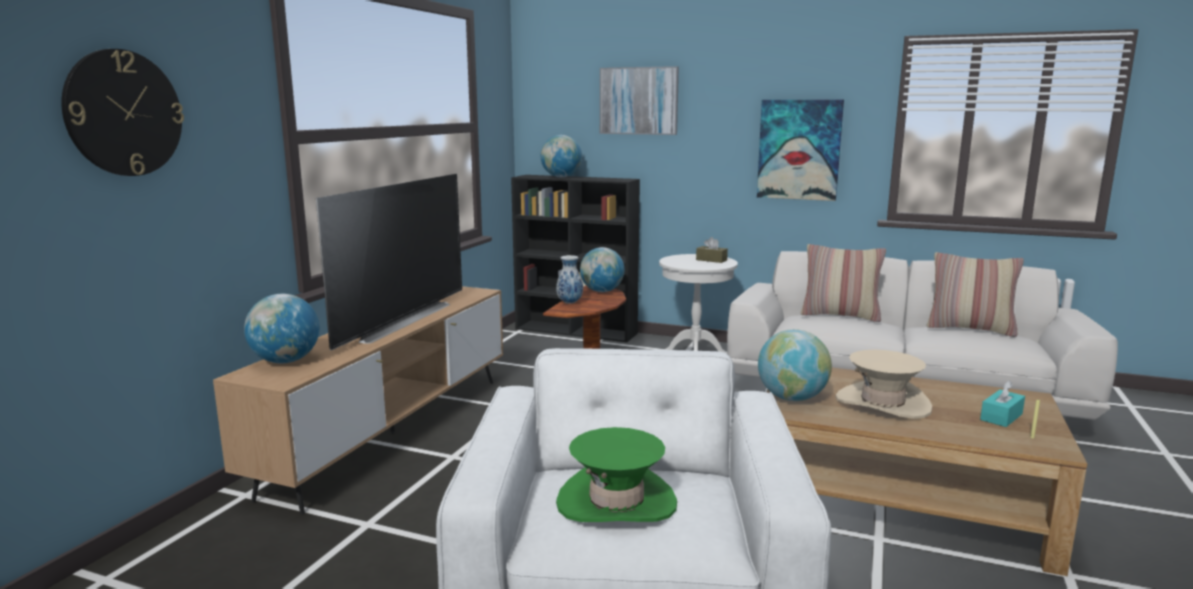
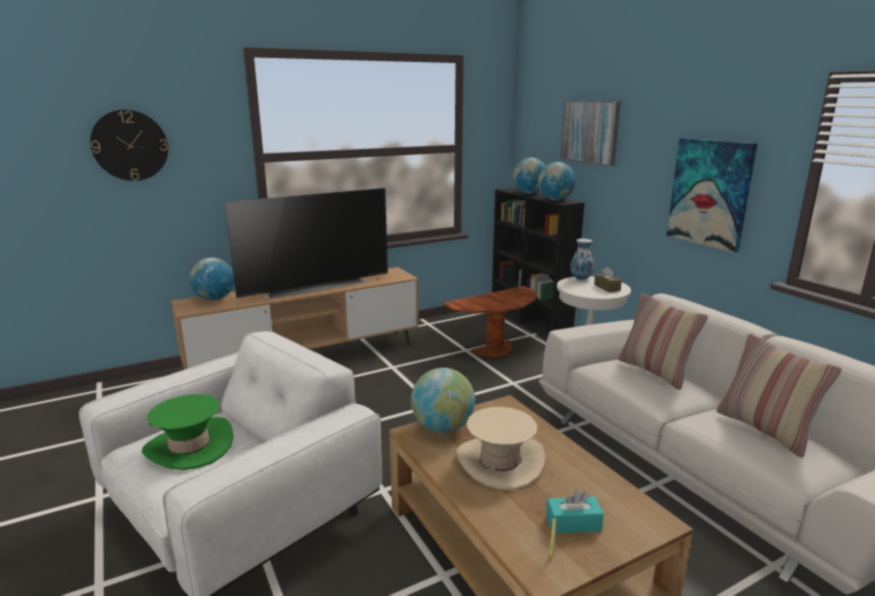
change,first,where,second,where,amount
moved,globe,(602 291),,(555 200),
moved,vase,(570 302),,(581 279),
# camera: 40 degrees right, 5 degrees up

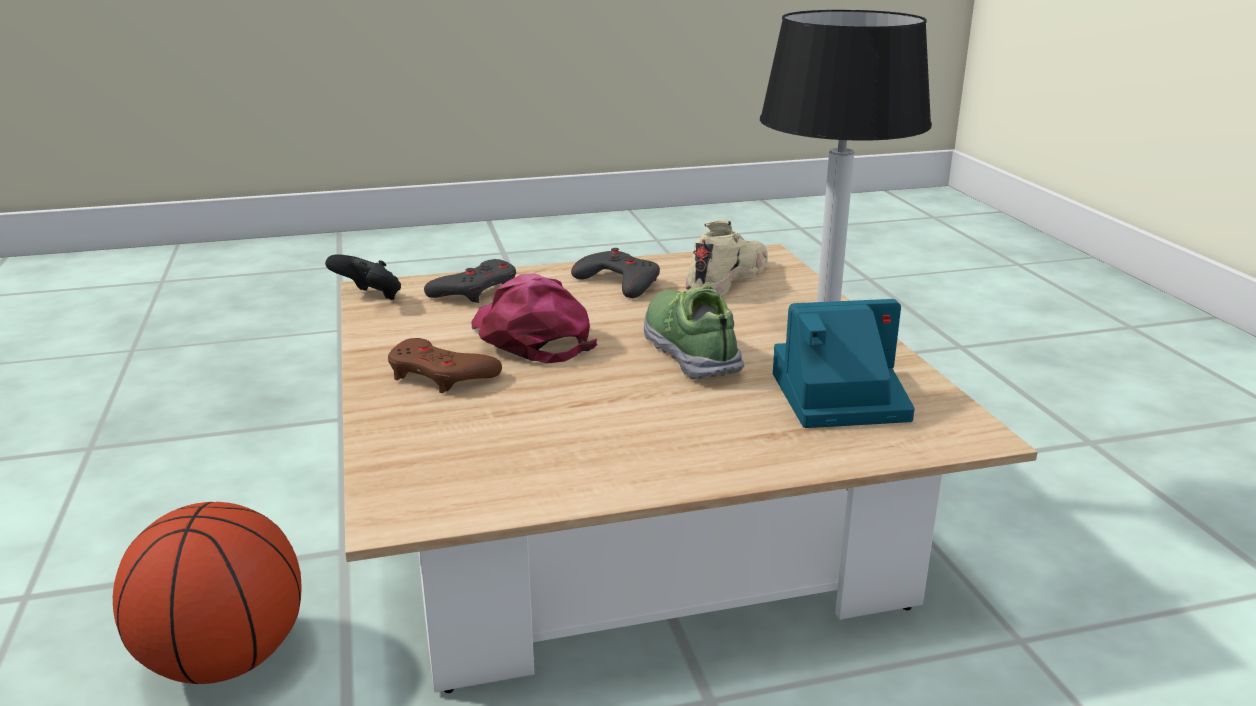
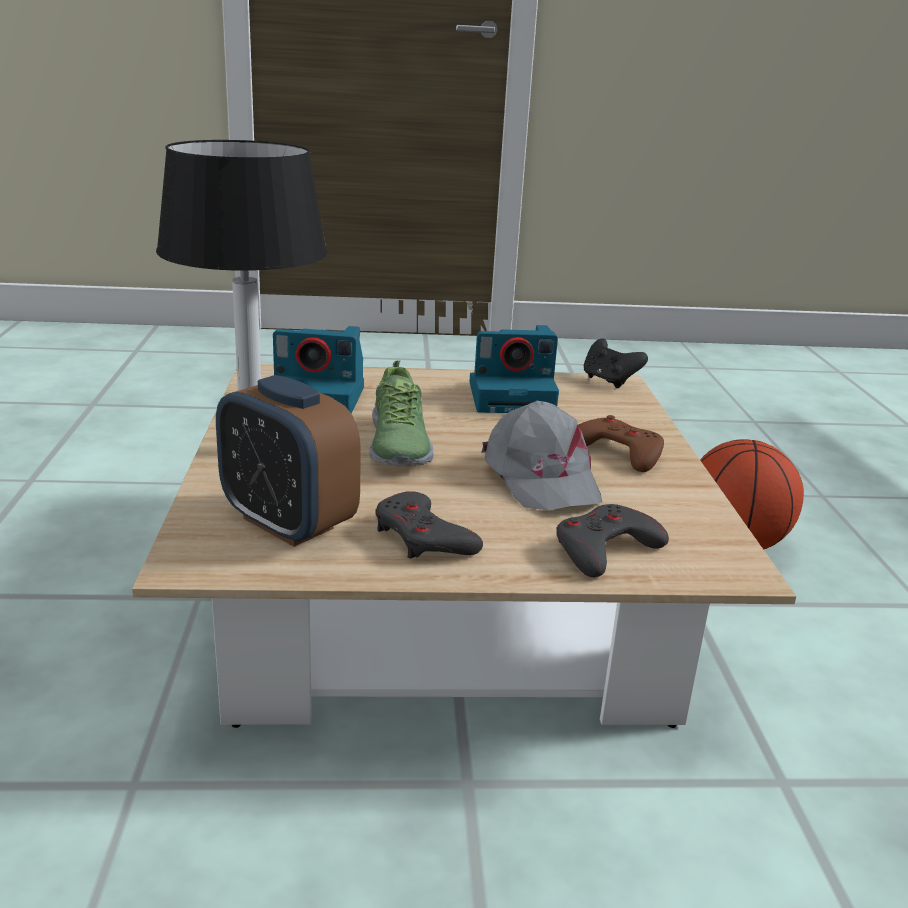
change,first,where,second,where,amount
replaced,shoe (beige),(726 279),alarm clock,(288 523),
moved,game controller (black),(369 298),,(609 381),
recoloured,cap (pink),(531 336),cap (grey),(540 477),
added,,,photo camera,(513 397),
# camera: 170 degrees left, 0 degrees up

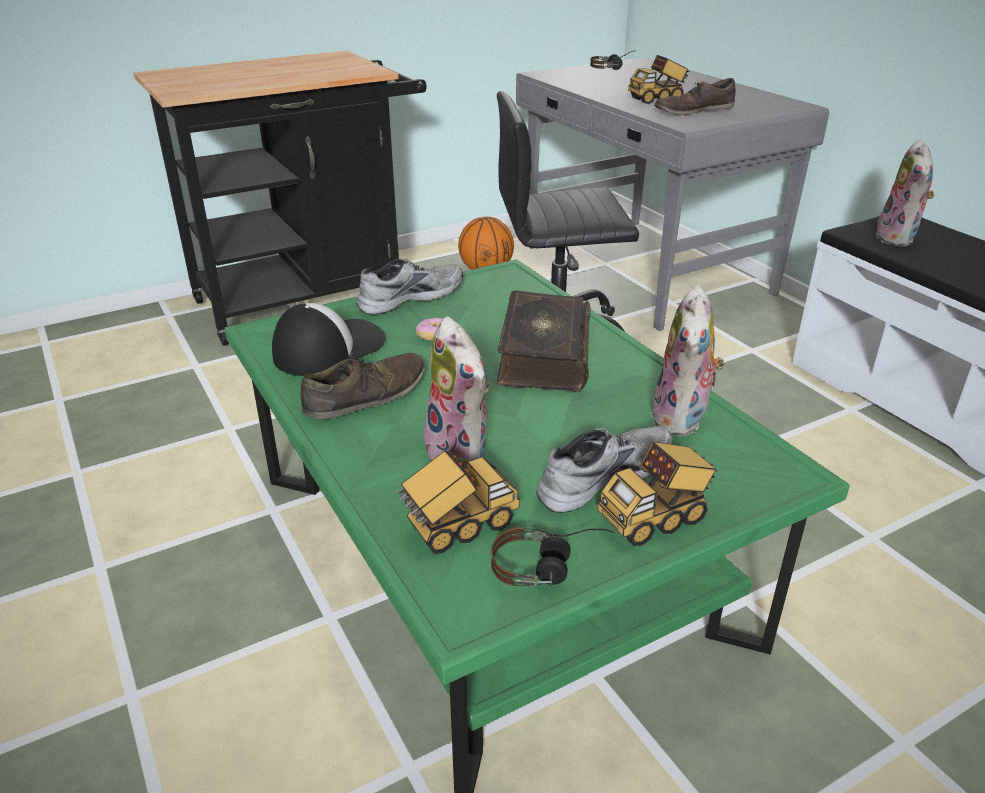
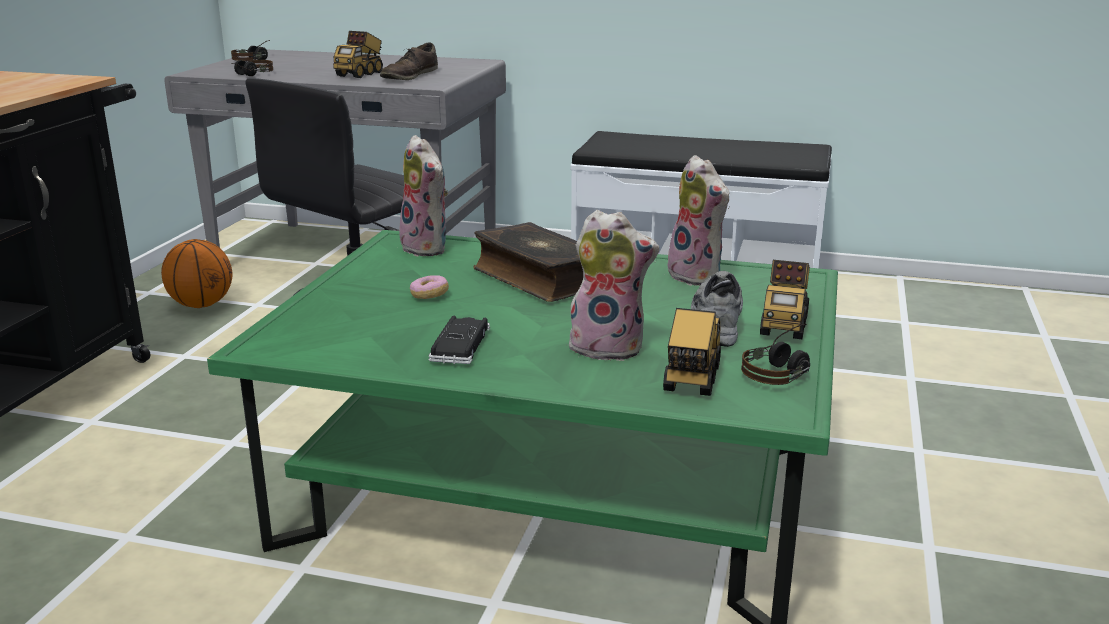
change,first,where,second,where,amount
moved,plush toy,(898 238),,(428 248),
removed,shoe (grey),(409 296),,,
removed,cap,(328 348),,,
replaced,shoe (brown),(366 395),toy car (black),(460 347),
added,,,headphones,(249 75),
# camera: 45 degrees left, 10 degrees down

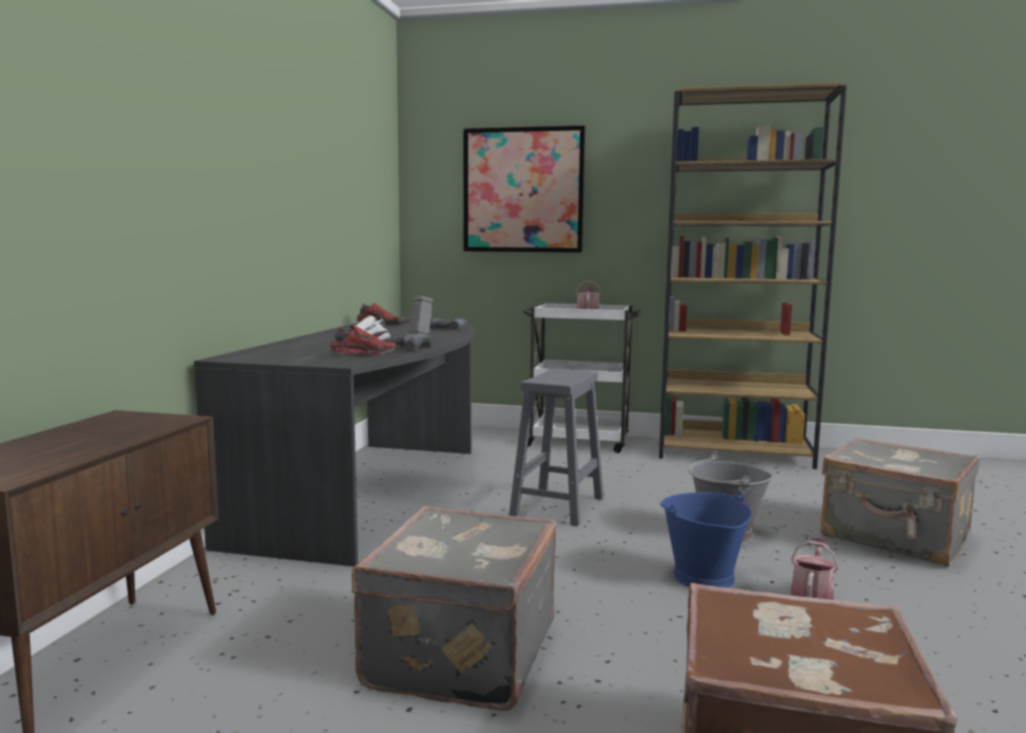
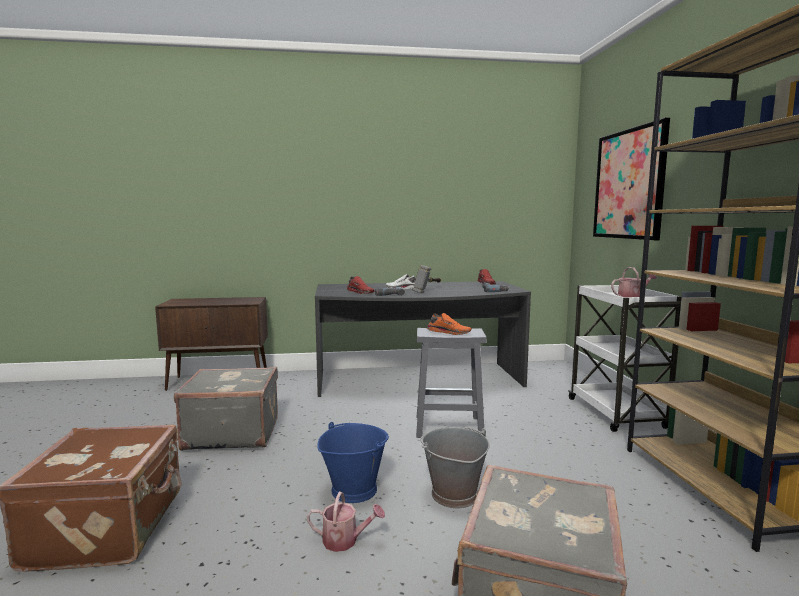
change,first,where,second,where,amount
added,,,shoe (orange),(449 332),
# camera: 70 degrees right, 0 degrees up

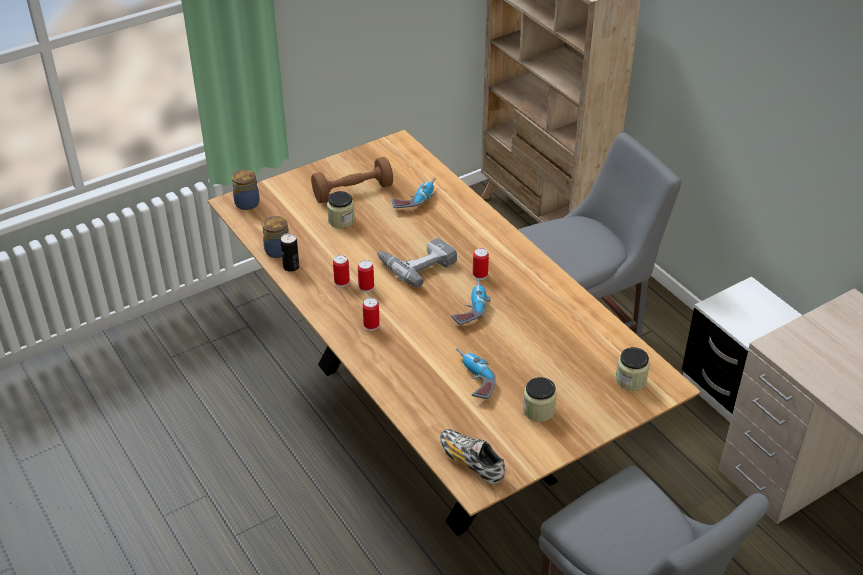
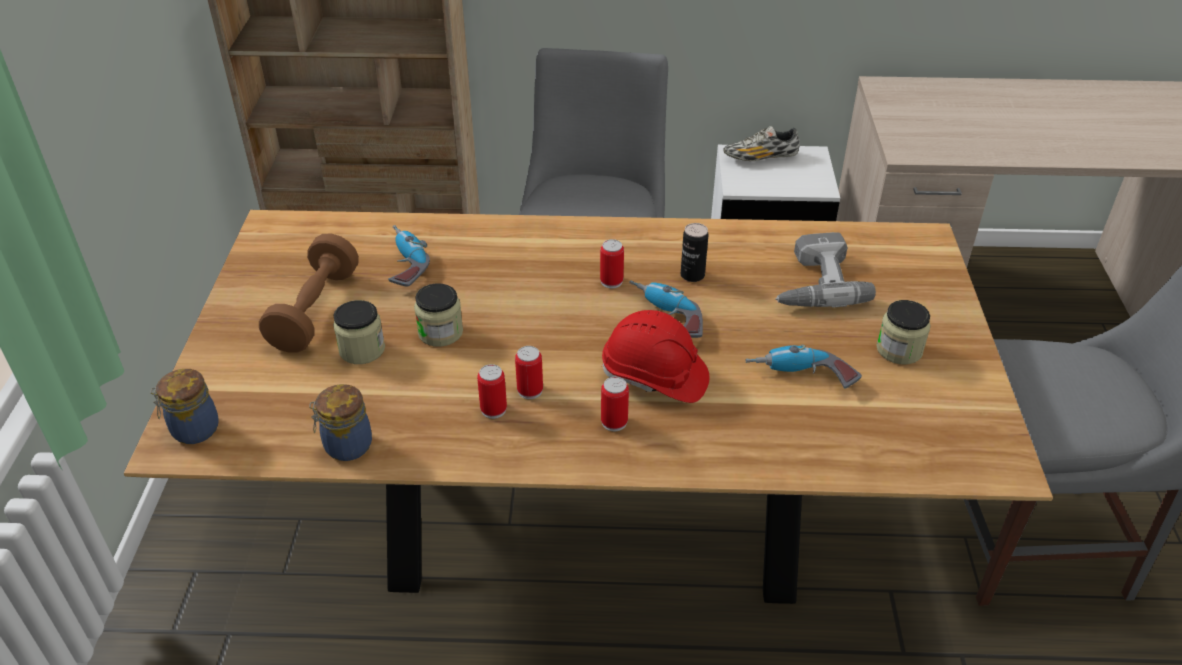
change,first,where,second,where,amount
moved,can,(291 267),,(692 275),
moved,power drill,(416 264),,(812 283),
moved,jar,(630 380),,(440 332),
moved,shoe,(471 462),,(760 157),
added,,,hard hat (red),(654 377),
# camera: 55 degrees left, 0 degrees up

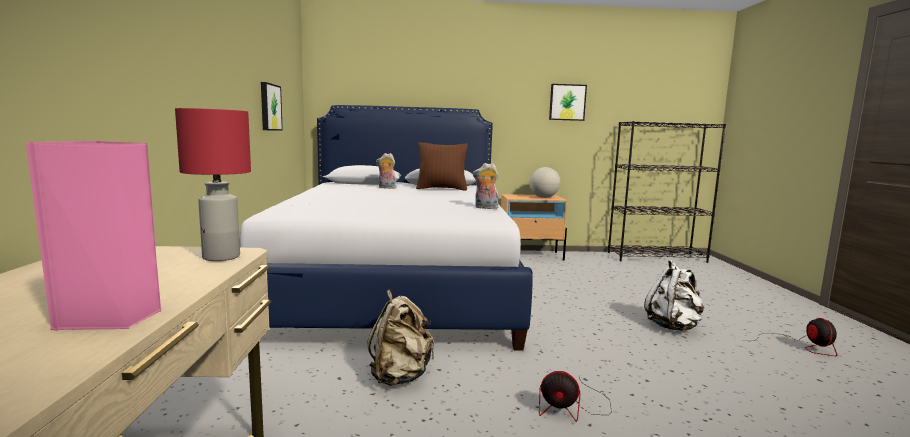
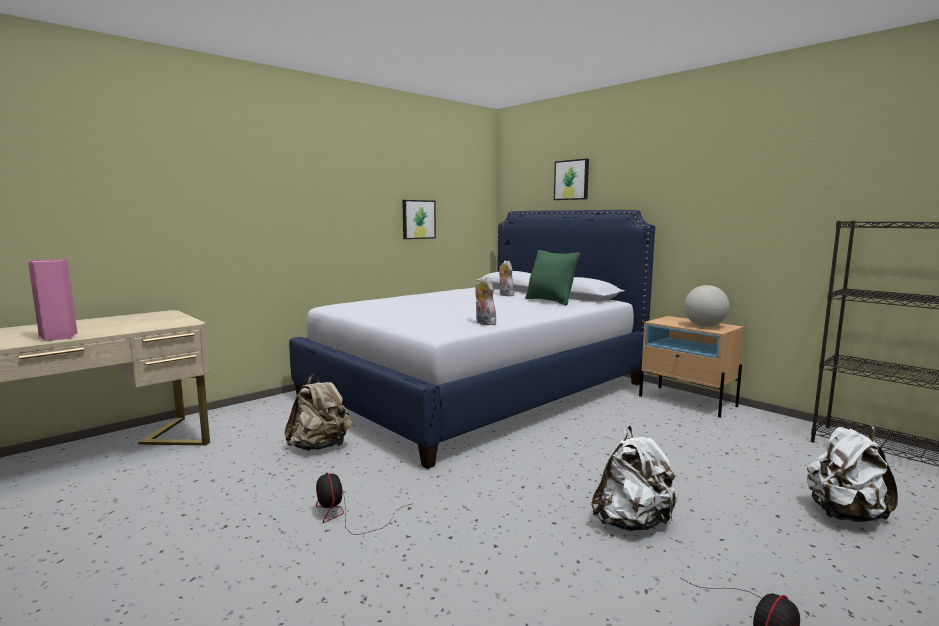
change,first,where,second,where,amount
moved,picture,(567 102),,(572 180),
removed,table lamp (red),(221 257),,,
recoloured,pillow (brown),(441 189),pillow (green),(550 301),
added,,,backpack (white),(844 515),
# camera: 50 degrees right, 0 degrees up

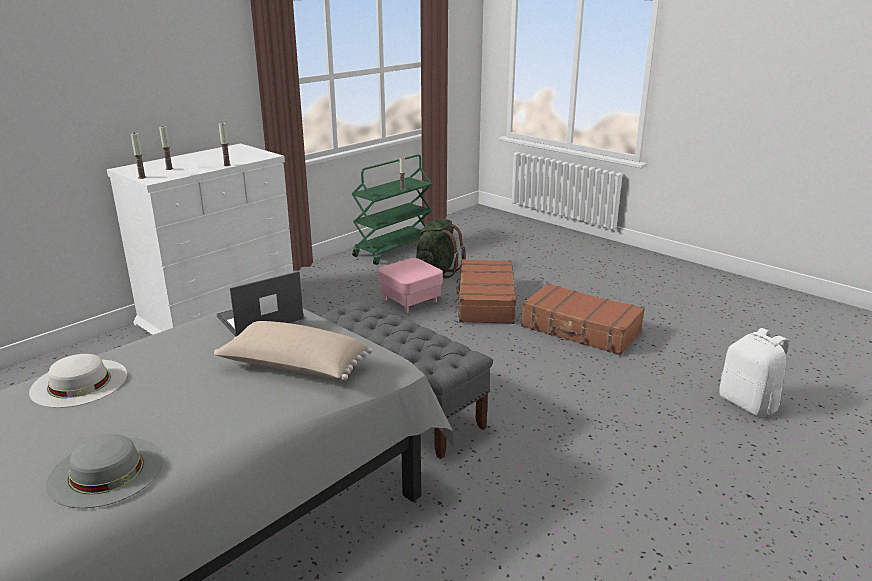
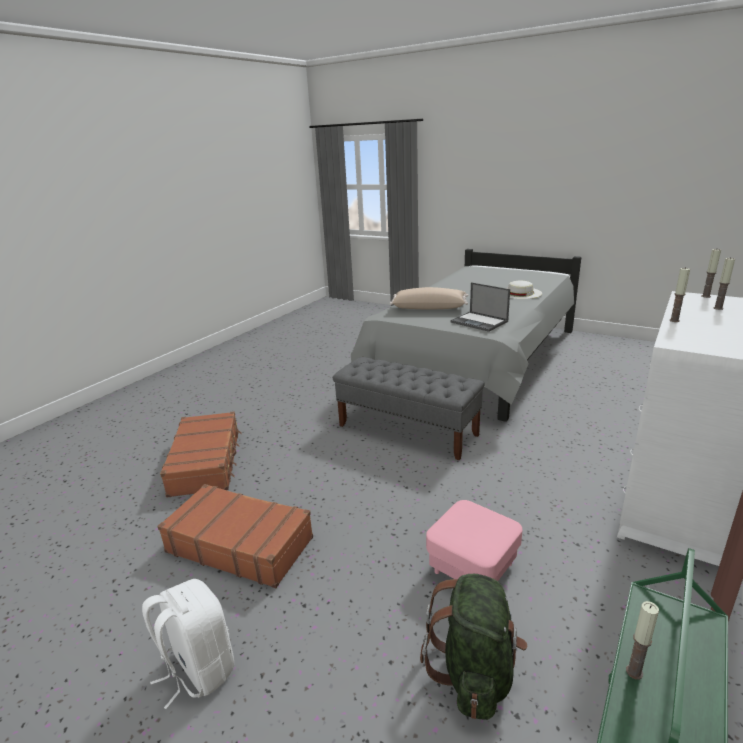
change,first,where,second,where,amount
moved,suitcase (brown),(485 302),,(207 462),
turned,laptop,(259 318),,(480 322),90 degrees clockwise
moved,backpack (white),(749 404),,(198 669),
removed,hat (grey),(106 471),,,
# camera: 170 degrees right, 0 degrees up

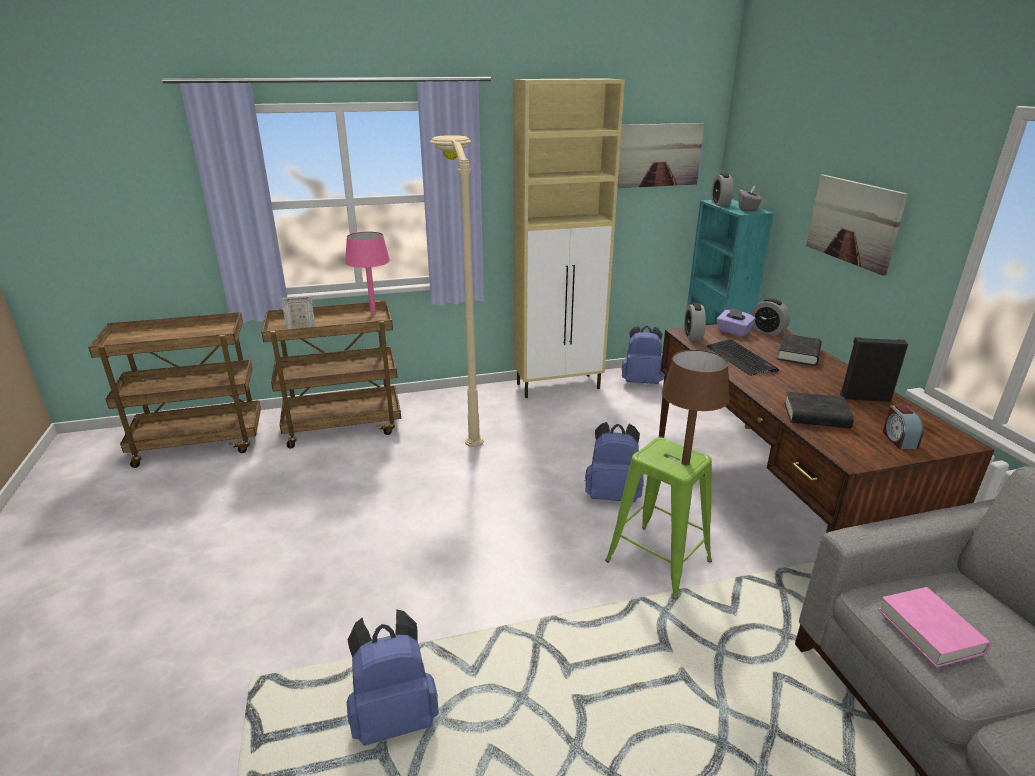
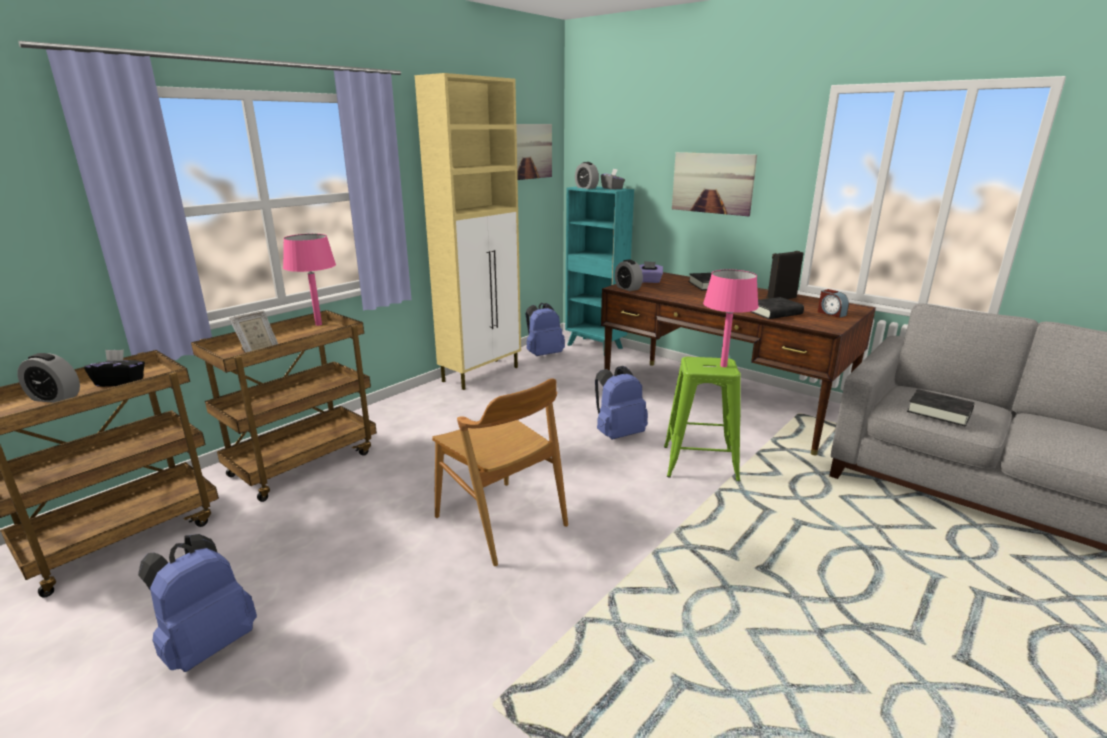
change,first,where,second,where,amount
removed,floor lamp (beige),(465 414),,,
moved,alarm clock,(767 331),,(55 398),
removed,keyboard,(741 358),,,
recoloured,table lamp (brown),(685 463),table lamp (pink),(723 366),
recoloured,book (pink),(929 631),book (black),(939 412),
moved,backpack (blue),(394 716),,(208 644),
added,,,tissue box (black),(120 382),
added,,,chair (brown),(501 521),
# camera: 35 degrees left, 5 degrees down

